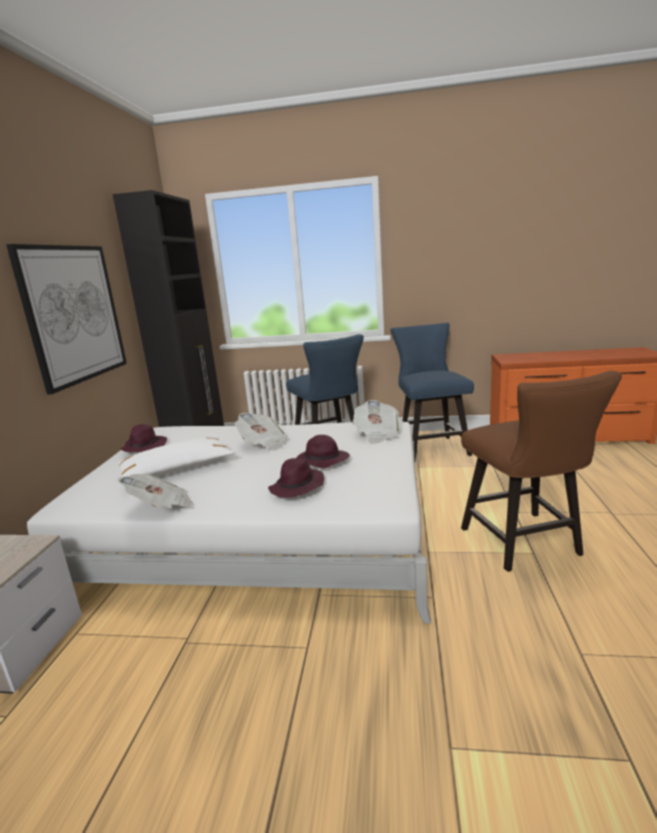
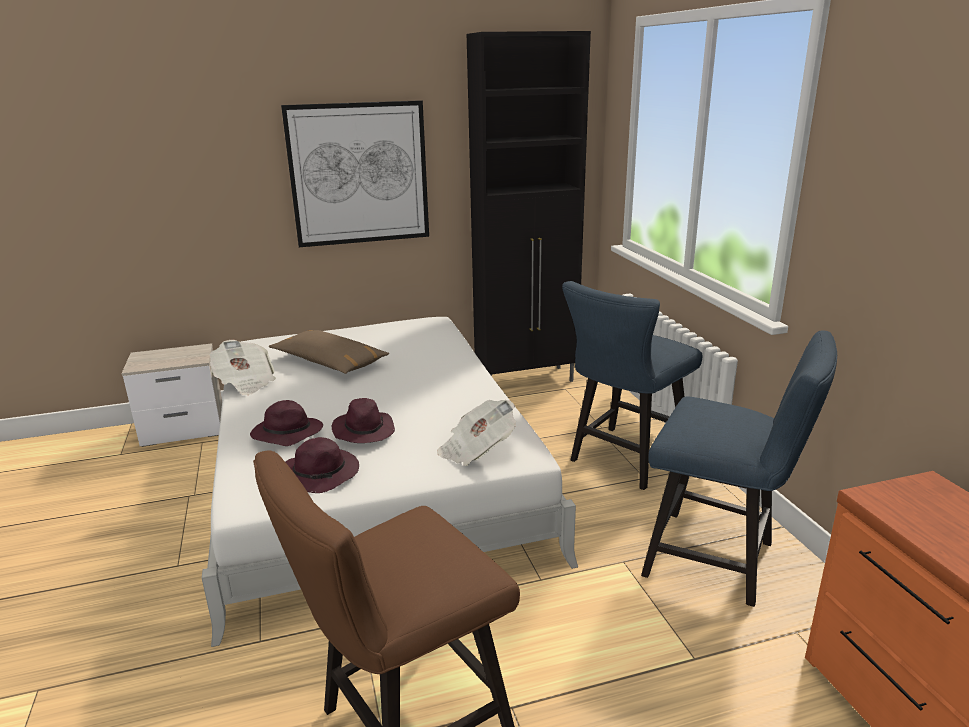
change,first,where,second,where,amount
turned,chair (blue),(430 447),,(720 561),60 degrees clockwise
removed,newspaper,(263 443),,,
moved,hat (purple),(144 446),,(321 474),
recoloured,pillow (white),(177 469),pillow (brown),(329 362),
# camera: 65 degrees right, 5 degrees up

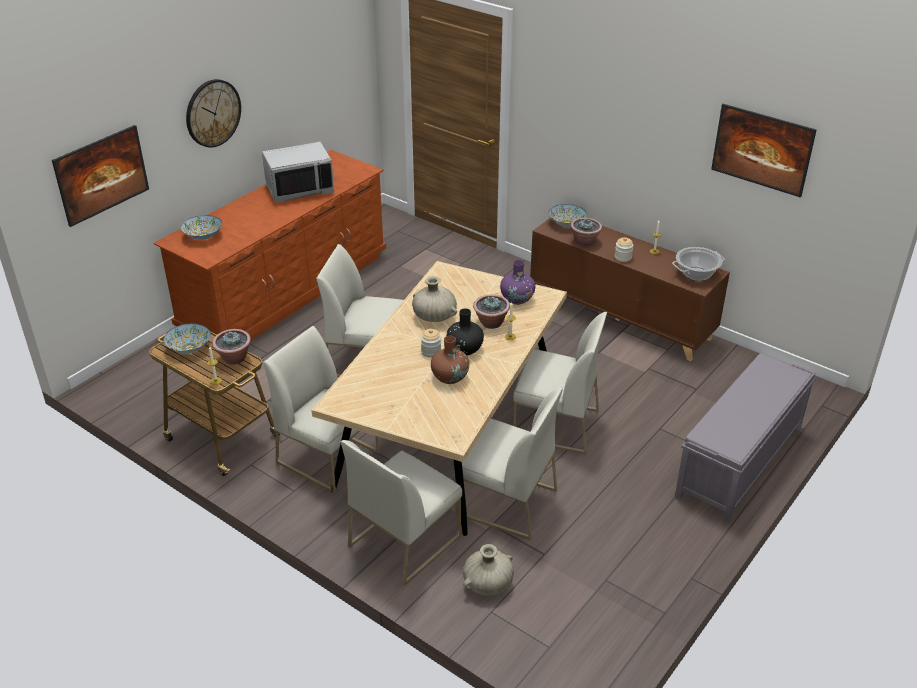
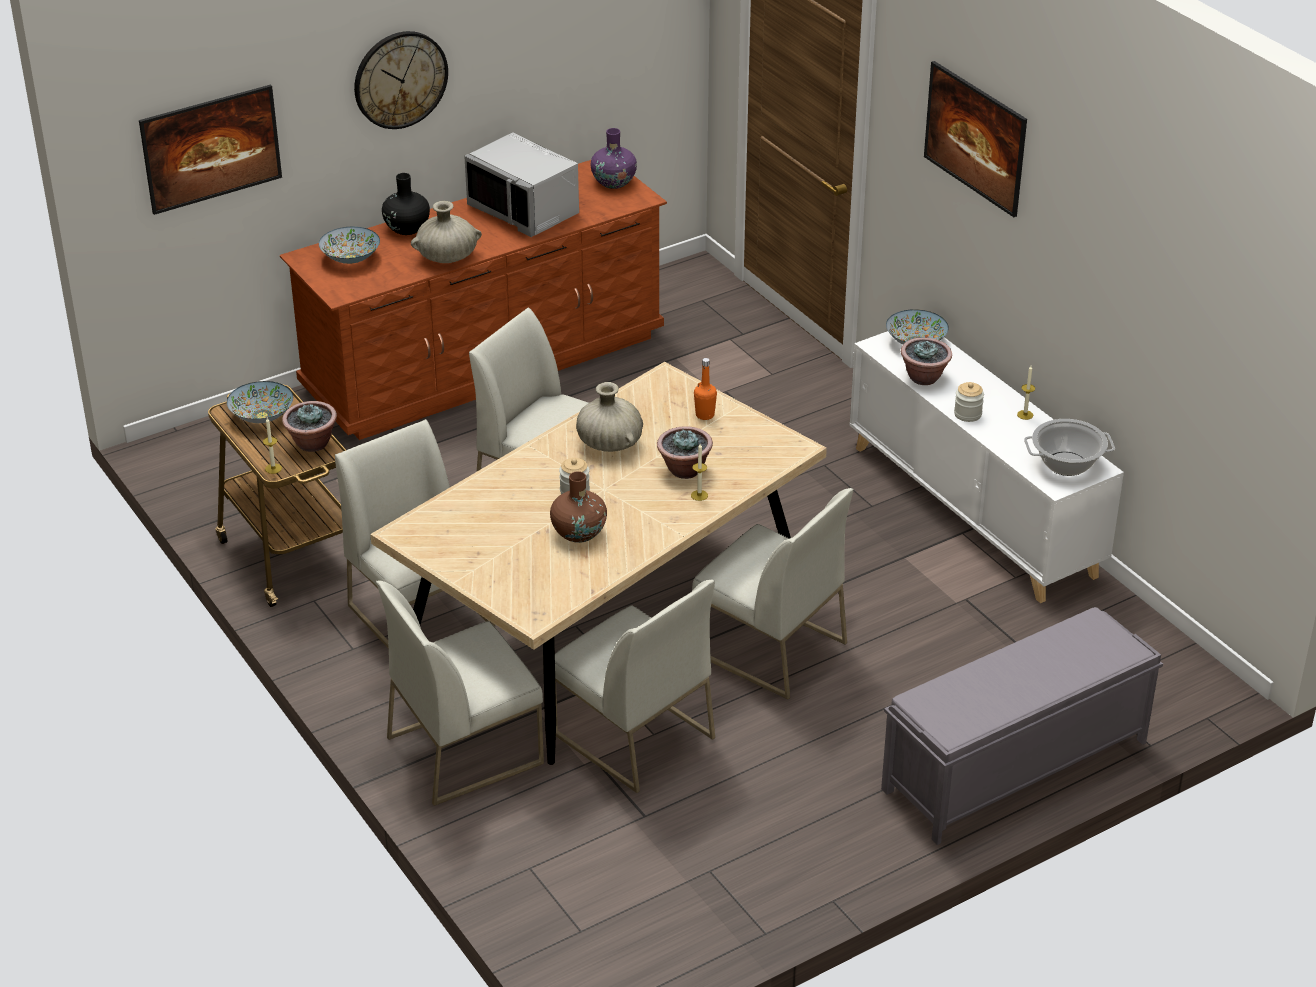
change,first,where,second,where,amount
moved,picture,(759 166),,(973 161),
turned,microwave (grey),(300 189),,(525 210),45 degrees clockwise
recoloured,cabinet (brown),(621 317),cabinet (white),(973 511),
moved,vase (purple),(517 299),,(614 182),
moved,vase (black),(465 349),,(407 228),
moved,vase (beige),(488 583),,(447 258),
added,,,bottle (orange),(705 415),
# camera: 20 degrees right, 0 degrees up

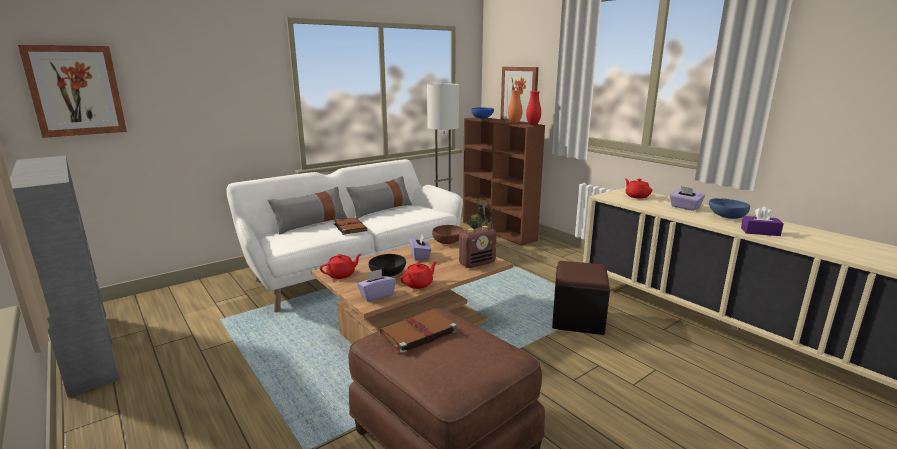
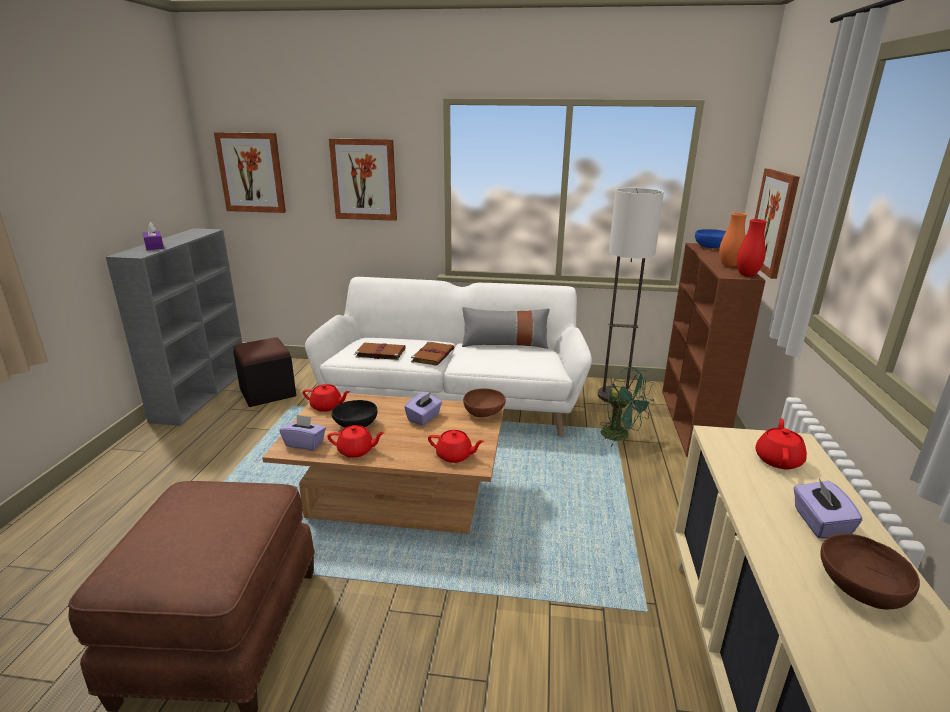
change,first,where,second,where,amount
removed,pillow (grey),(311 224),,,
recoloured,bowl (blue),(726 217),bowl (brown),(858 588),
moved,tissue box (purple),(760 232),,(154 246),
replaced,radio,(477 263),teapot (red),(455 456),
moved,ottoman (black),(577 320),,(267 392),
moved,book (brown),(417 333),,(379 353),
added,,,picture,(364 180),
# camera: 45 degrees right, 5 degrees up

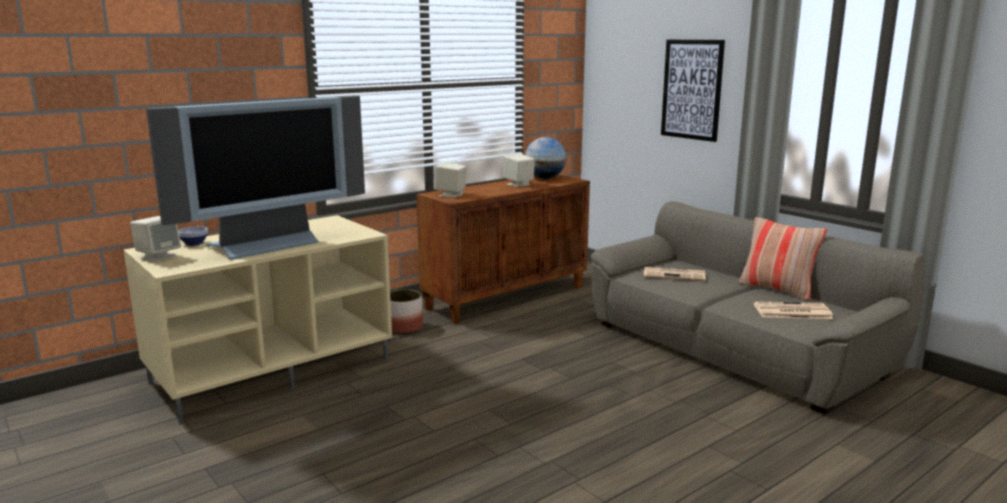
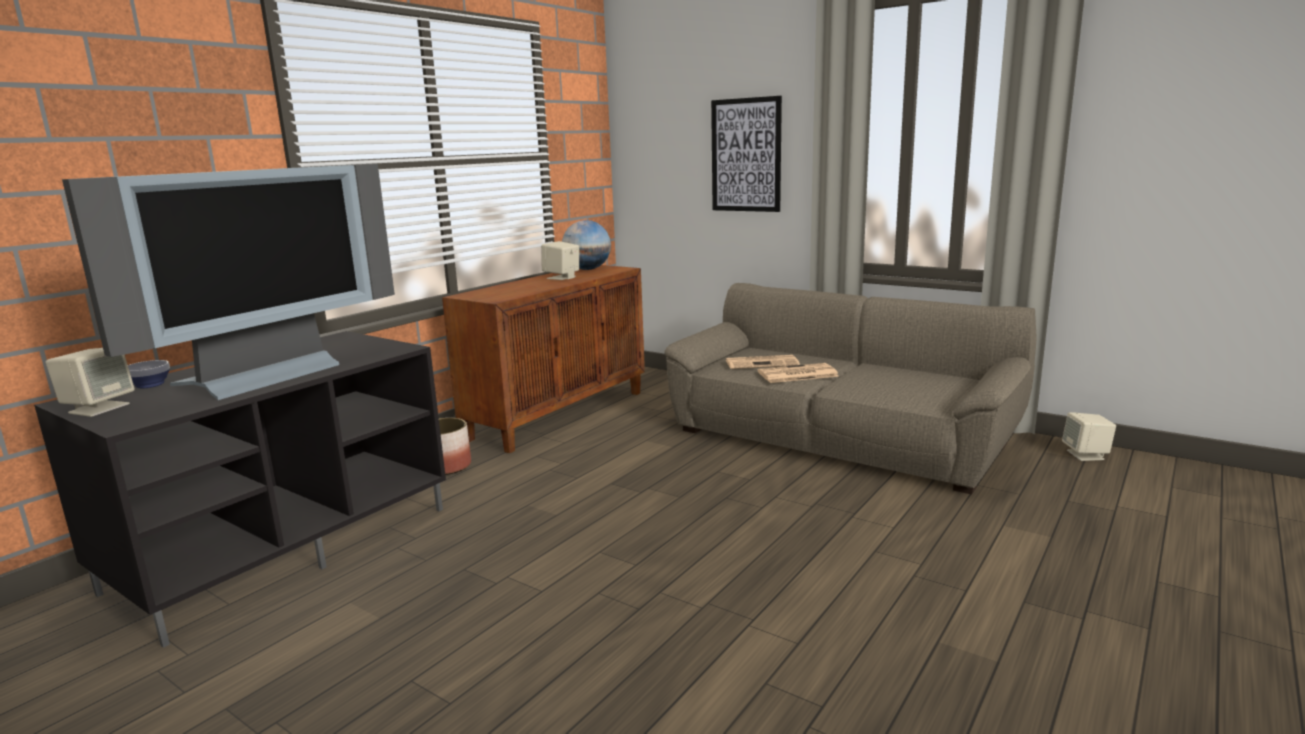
change,first,where,second,where,amount
moved,speaker (beige),(451 195),,(1086 455),
recoloured,tv stand (beige),(273 370),tv stand (black),(286 547),
removed,pillow,(777 289),,,
moved,newspaper,(791 311),,(796 374),
# camera: 15 degrees left, 0 degrees up

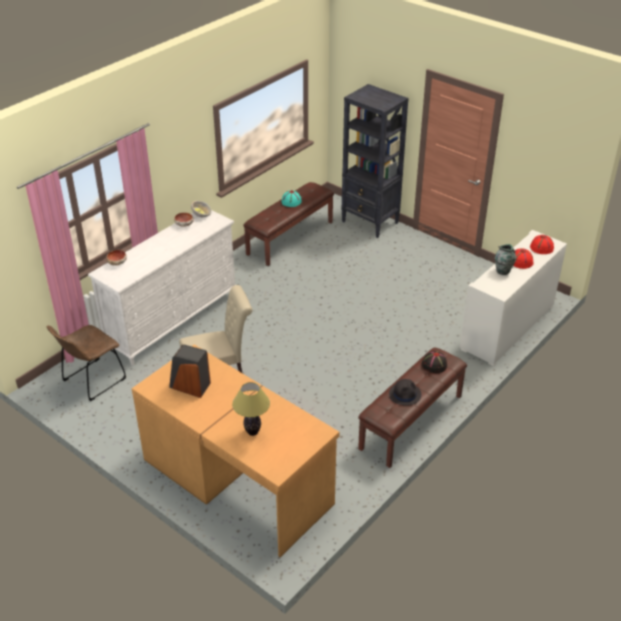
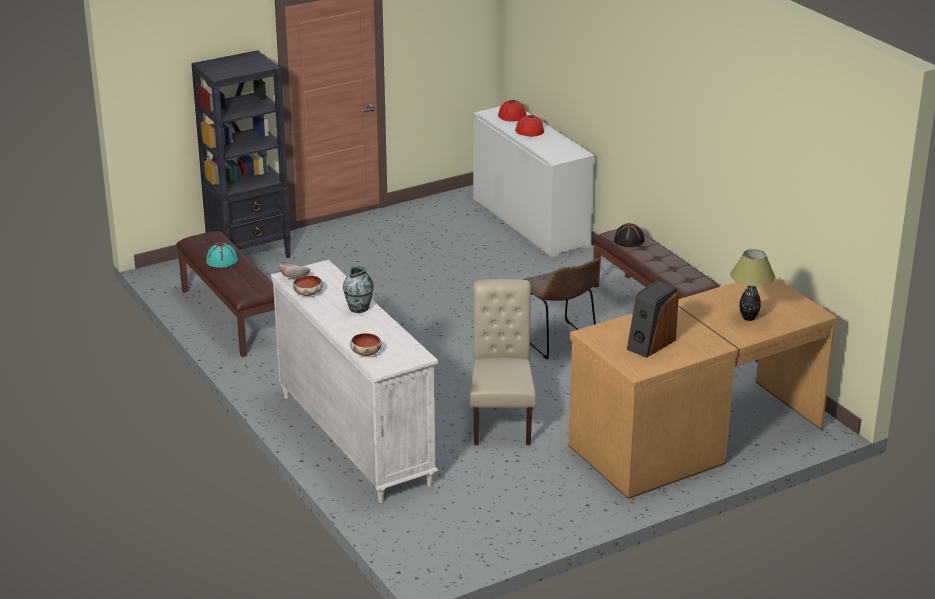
change,first,where,second,where,amount
moved,vase,(503 271),,(359 308),
moved,chair (brown),(91 381),,(559 342),
removed,hat (black),(405 394),,,
# camera: 70 degrees left, 10 degrees down

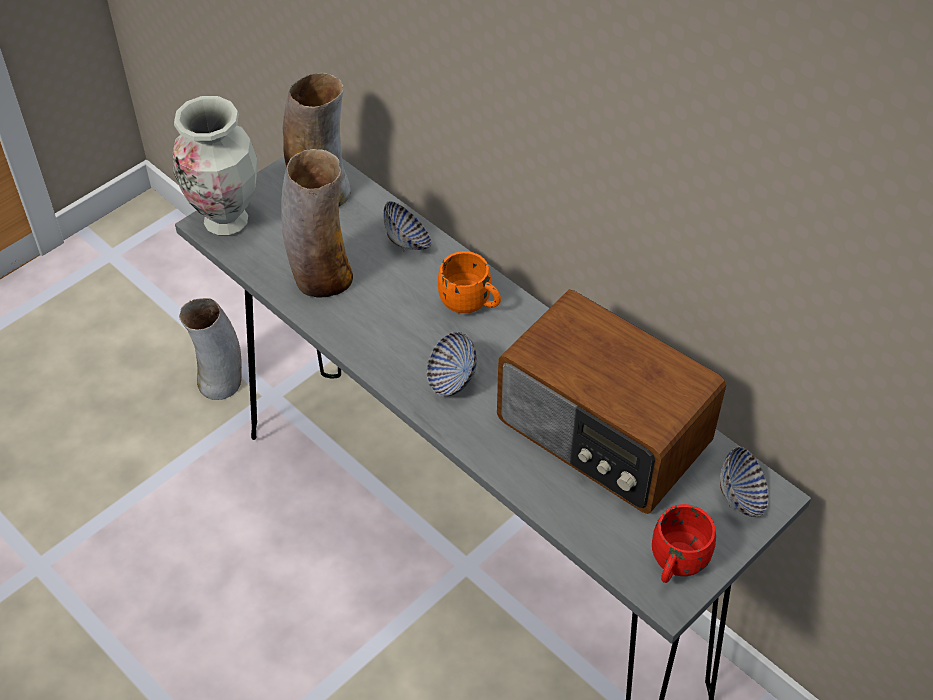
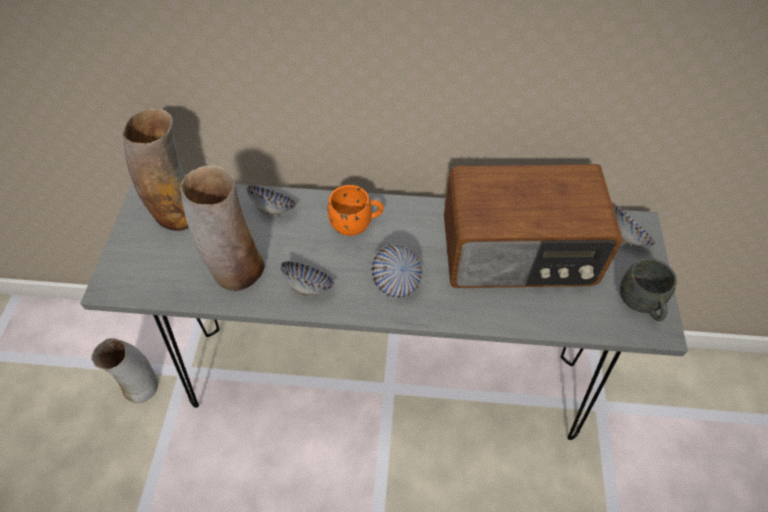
change,first,where,second,where,amount
removed,vase,(227 222),,,
recoloured,mug (red),(676 564),mug (grey),(641 304),
added,,,bowl,(309 286),
# camera: 40 degrees left, 5 degrees up

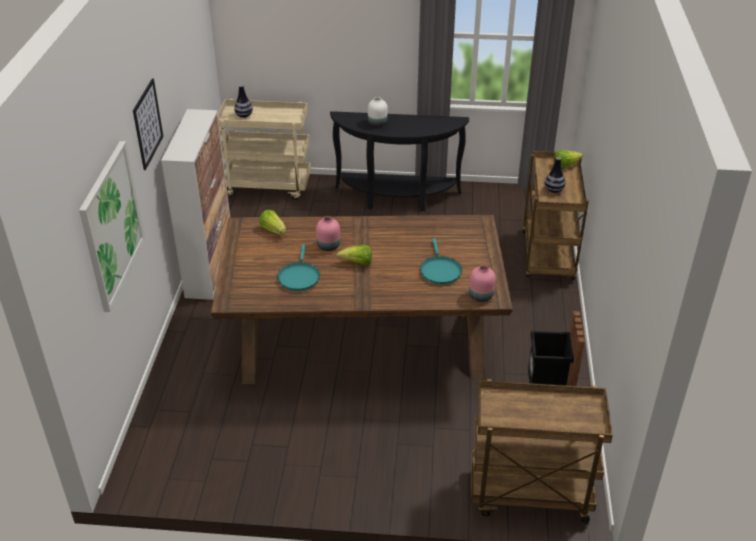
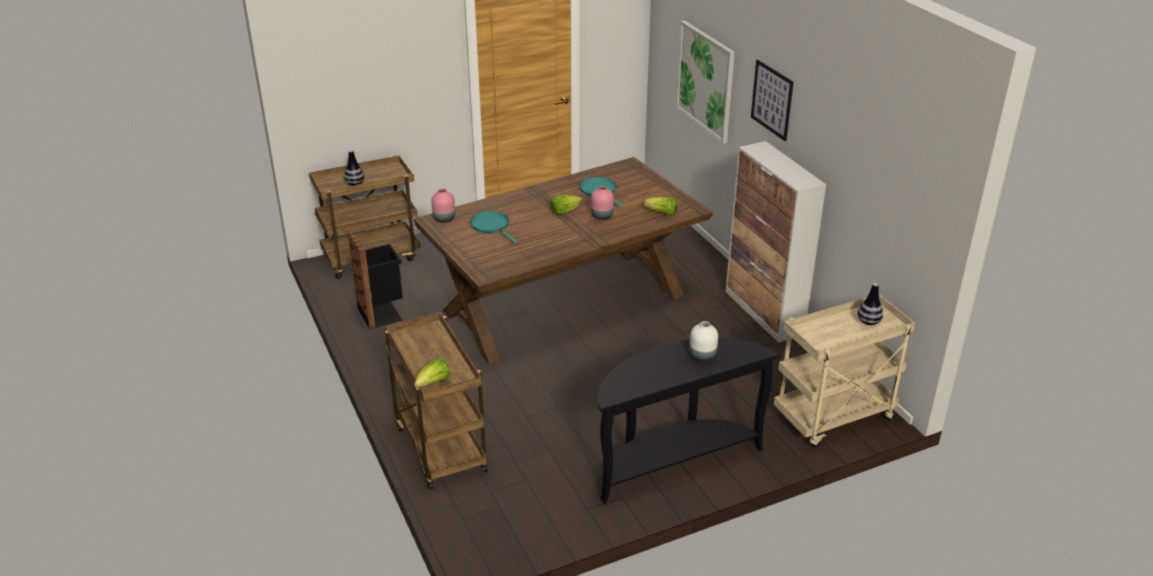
change,first,where,second,where,amount
moved,vase,(553 190),,(355 184),
# camera: 150 degrees right, 5 degrees down

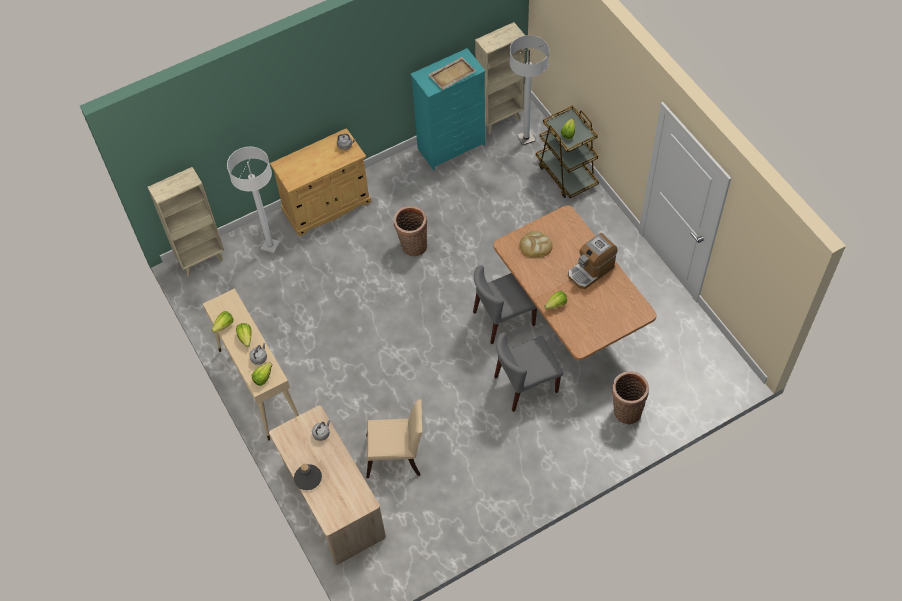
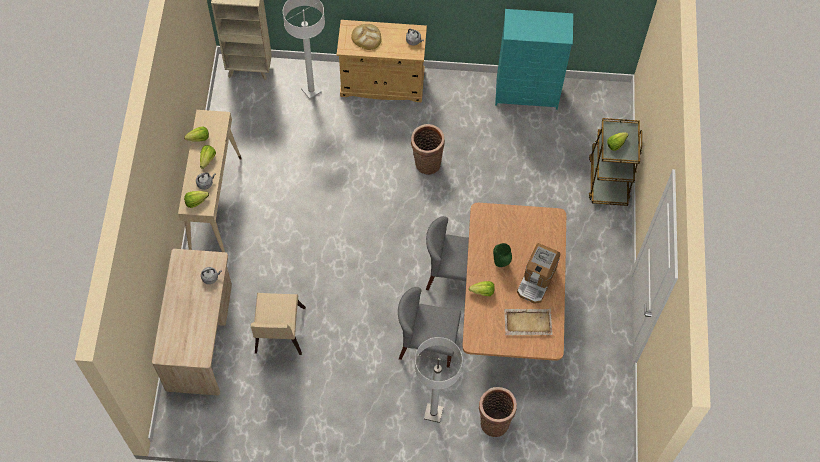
change,first,where,second,where,amount
removed,bookcase (beige),(500 119),,,
moved,floor lamp (white),(526 138),,(433 413),
moved,tray (beige),(451 74),,(527 322),
moved,bread,(535 246),,(366 37),
turned,coffee machine,(590 270),,(536 280),60 degrees counterclockwise
turned,chair (beige),(397 455),,(278 334),60 degrees clockwise
removed,bottle (grey),(308 478),,,
added,,,vase (green),(501 263),
# camera: 30 degrees right, 5 degrees up

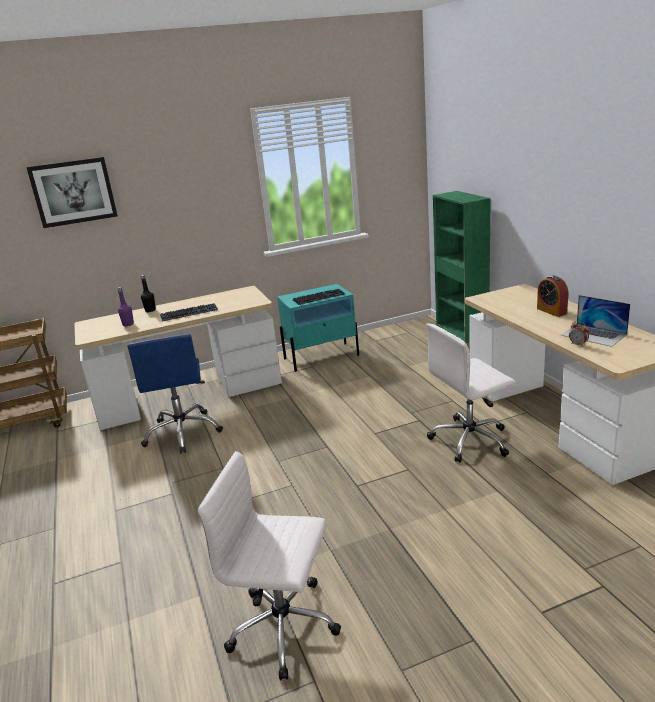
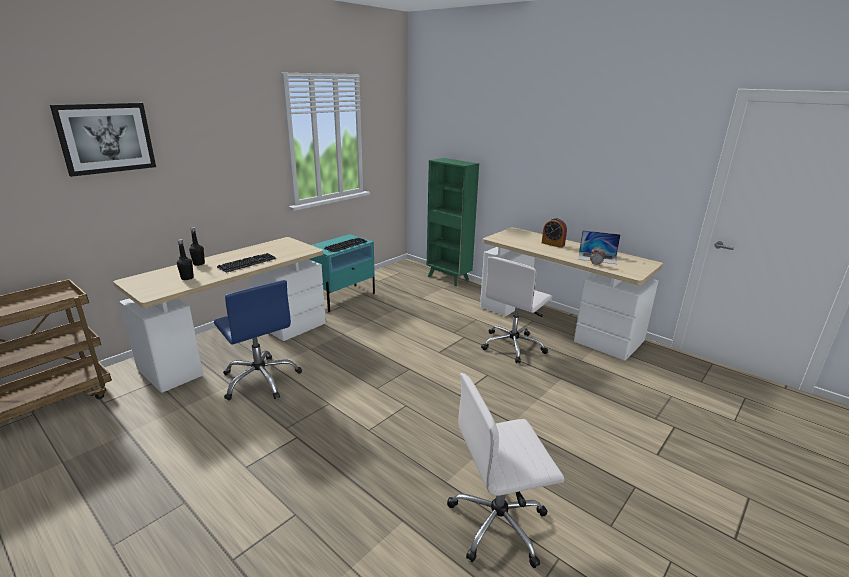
change,first,where,second,where,amount
recoloured,bottle (purple),(128 324),bottle (black),(187 278),
# camera: 30 degrees left, 0 degrees up

